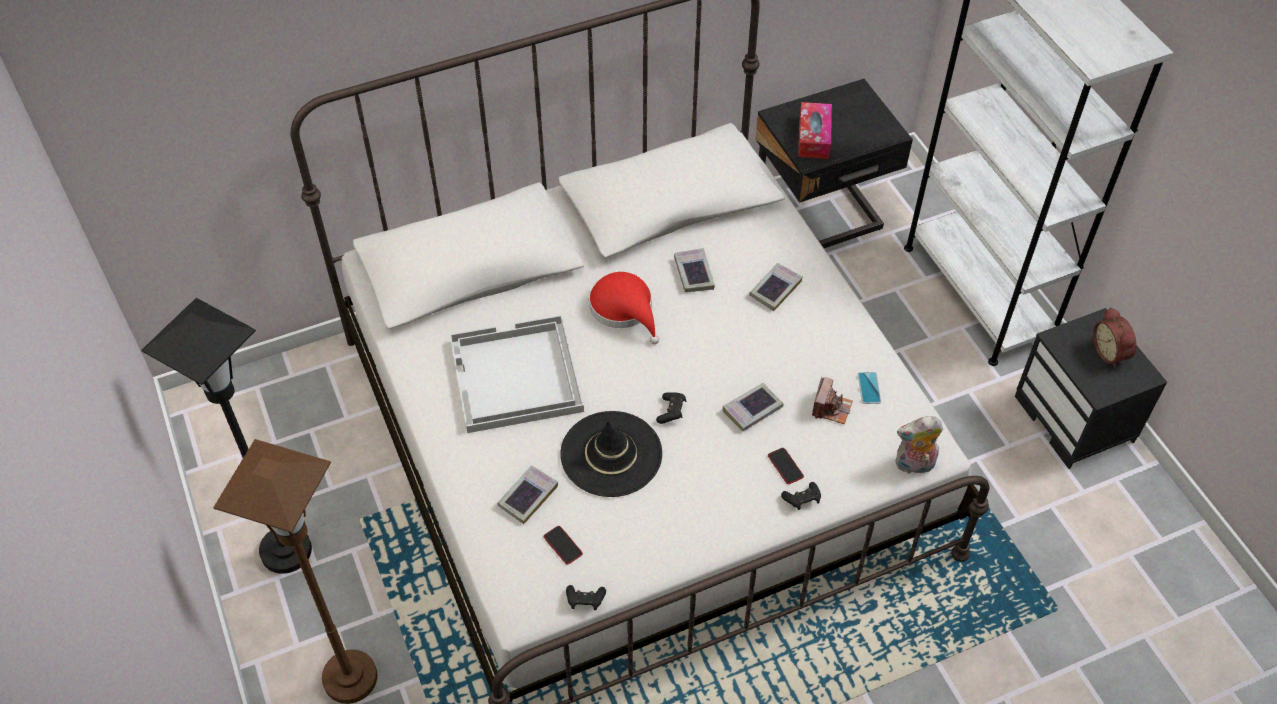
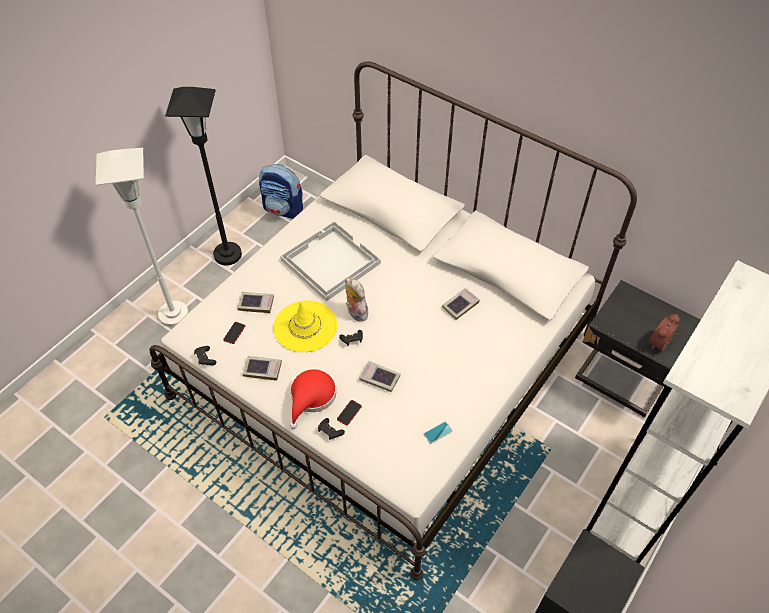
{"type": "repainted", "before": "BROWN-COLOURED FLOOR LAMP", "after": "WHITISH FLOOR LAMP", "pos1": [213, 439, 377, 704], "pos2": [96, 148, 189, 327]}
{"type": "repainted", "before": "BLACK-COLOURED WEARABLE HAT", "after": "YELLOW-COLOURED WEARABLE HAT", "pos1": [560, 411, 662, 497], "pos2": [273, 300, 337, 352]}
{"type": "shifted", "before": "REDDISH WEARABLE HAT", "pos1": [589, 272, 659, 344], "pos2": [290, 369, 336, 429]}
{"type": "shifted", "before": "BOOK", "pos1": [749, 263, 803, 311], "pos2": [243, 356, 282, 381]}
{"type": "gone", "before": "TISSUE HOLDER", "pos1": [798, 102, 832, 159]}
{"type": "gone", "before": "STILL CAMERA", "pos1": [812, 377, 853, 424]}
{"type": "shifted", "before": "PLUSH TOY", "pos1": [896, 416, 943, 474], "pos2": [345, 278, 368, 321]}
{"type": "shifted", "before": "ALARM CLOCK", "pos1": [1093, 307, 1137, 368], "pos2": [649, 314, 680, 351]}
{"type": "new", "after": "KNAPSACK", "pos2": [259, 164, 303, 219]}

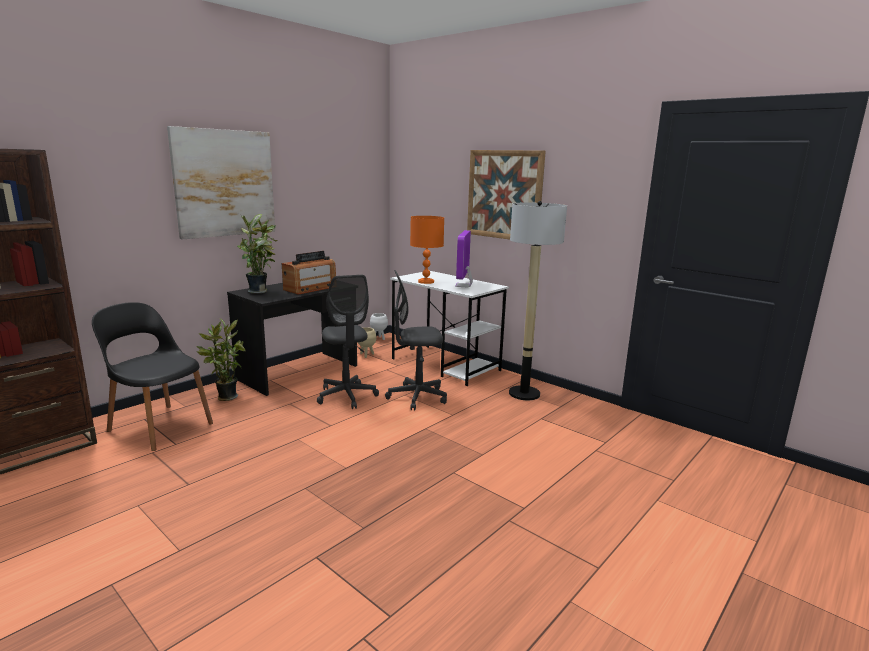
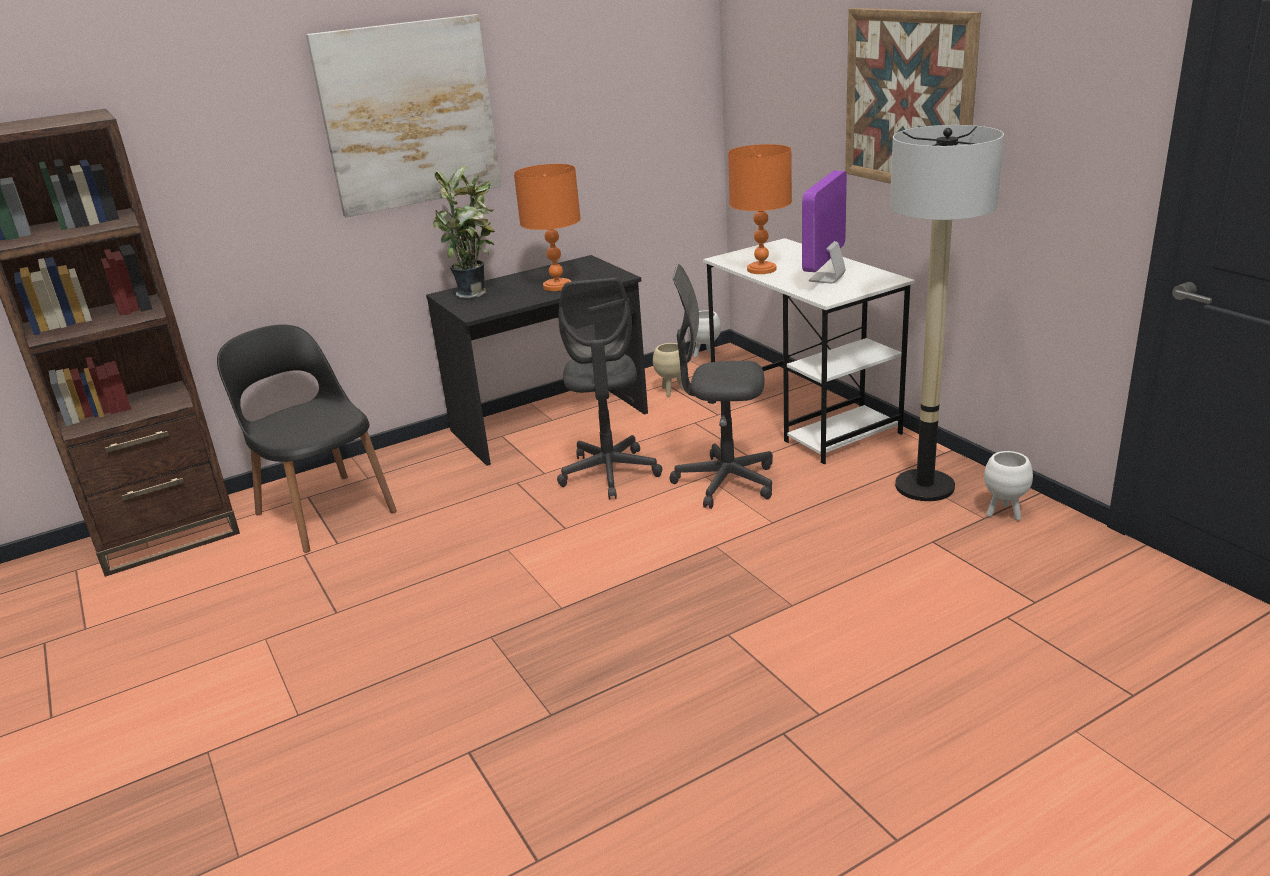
{"type": "gone", "before": "POTTED PLANT", "pos1": [196, 319, 245, 401]}
{"type": "swapped", "before": "RADIO", "after": "ORANGEY LAMP FOR A TABLE", "pos1": [282, 251, 336, 295], "pos2": [514, 164, 581, 291]}
{"type": "new", "after": "WHITISH PLANT POT", "pos2": [984, 451, 1033, 520]}

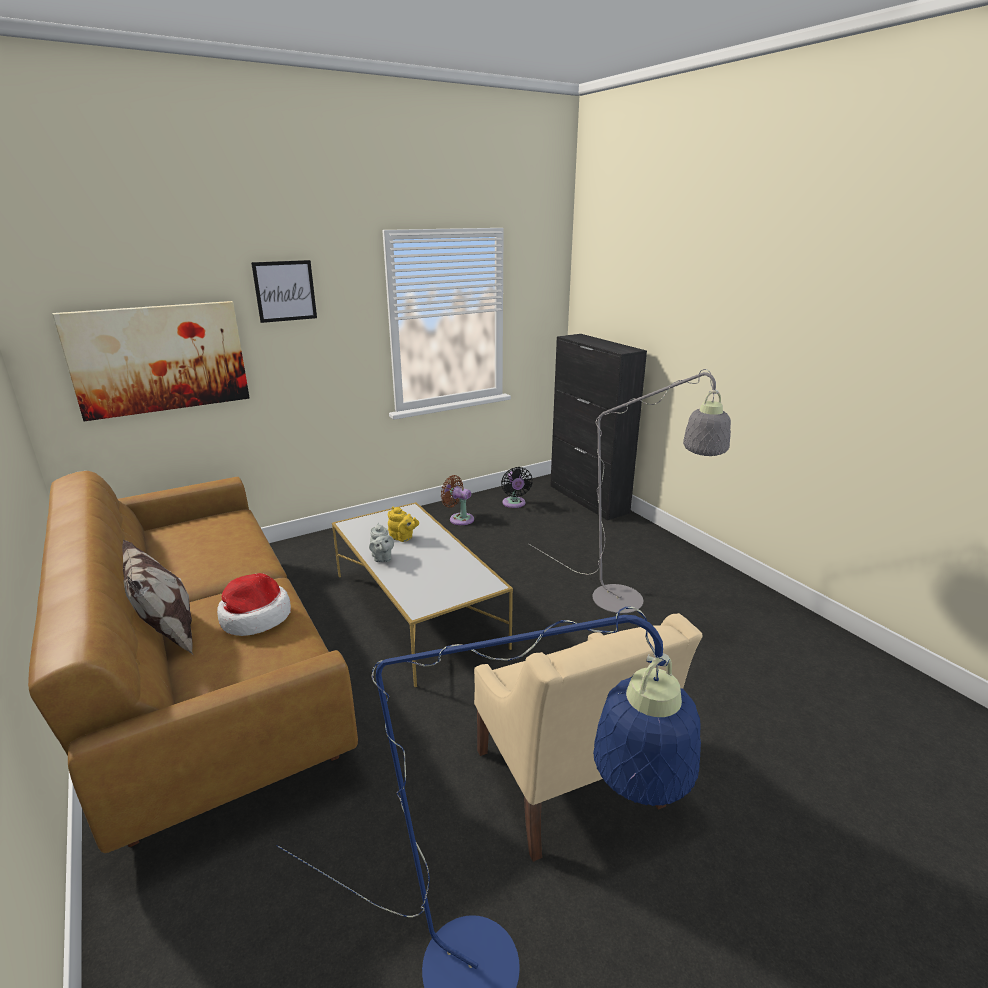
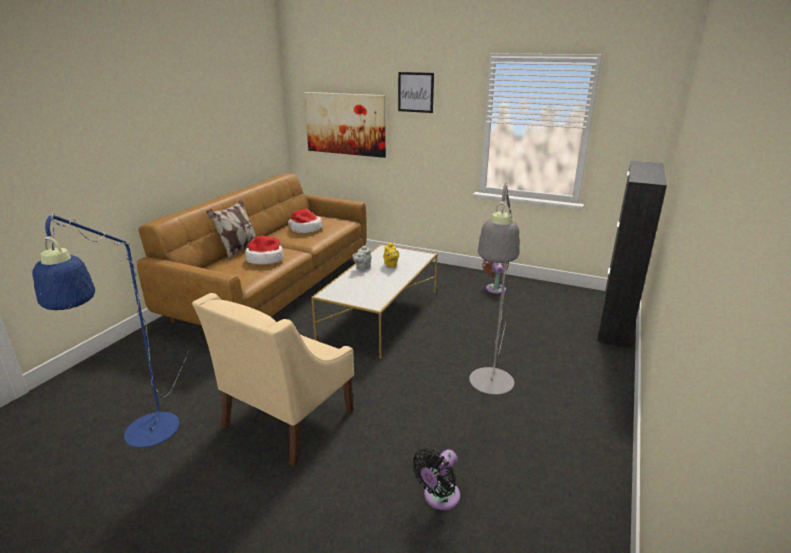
{"type": "shifted", "before": "BLACK-COLOURED ELECTRIC FAN", "pos1": [501, 467, 533, 508], "pos2": [412, 448, 460, 510]}
{"type": "new", "after": "WEARABLE HAT", "pos2": [288, 209, 323, 233]}

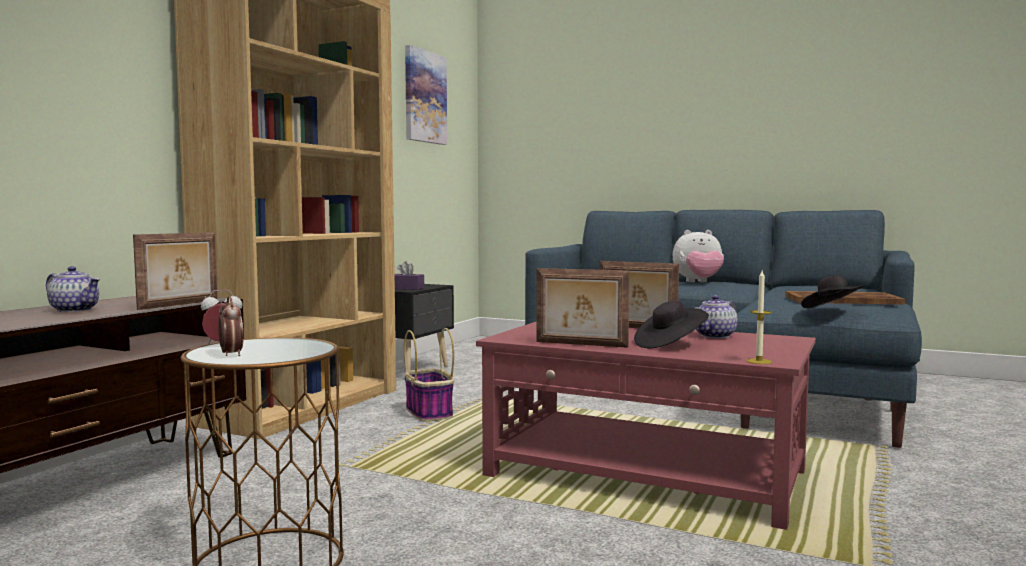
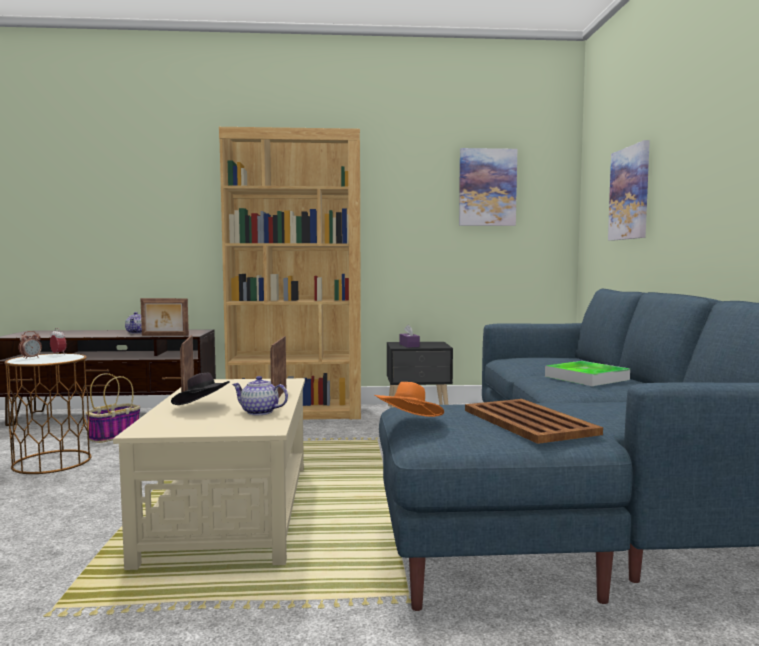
{"type": "shifted", "before": "HOUSEHOLD BASKET", "pos1": [404, 328, 454, 422], "pos2": [86, 373, 140, 443]}
{"type": "repainted", "before": "REDDISH LOW TABLE", "after": "BEIGE LOW TABLE", "pos1": [476, 322, 816, 530], "pos2": [113, 378, 305, 570]}
{"type": "swapped", "before": "PLUSH TOY", "after": "SERVING TRAY", "pos1": [673, 230, 724, 282], "pos2": [545, 361, 630, 386]}
{"type": "gone", "before": "WAX CANDLE", "pos1": [746, 271, 772, 364]}
{"type": "repainted", "before": "BLACK-COLOURED WEARABLE HAT", "after": "ORANGEY WEARABLE HAT", "pos1": [801, 275, 864, 308], "pos2": [374, 382, 444, 417]}
{"type": "new", "after": "WALL PICTURE", "pos2": [608, 140, 650, 241]}

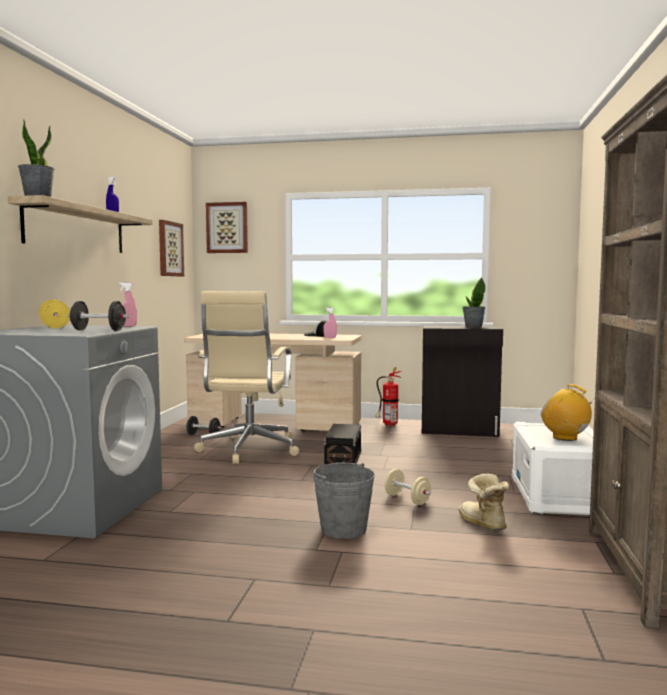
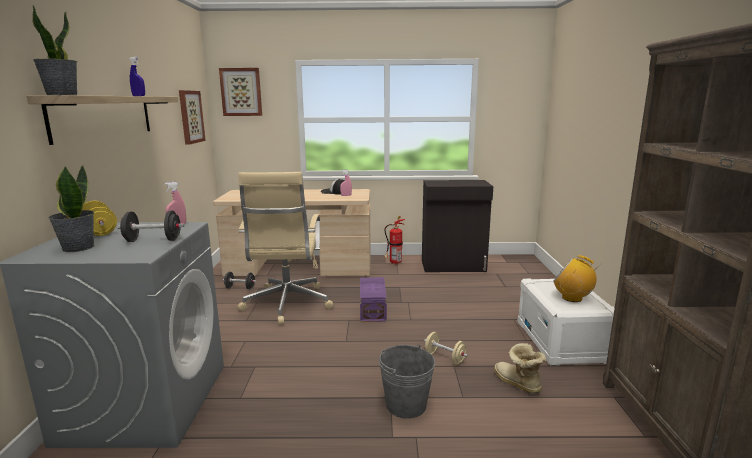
{"type": "repainted", "before": "BLACK-COLOURED STORAGE CONTAINER", "after": "PURPLE-COLOURED STORAGE CONTAINER", "pos1": [324, 424, 361, 466], "pos2": [360, 277, 387, 322]}
{"type": "shifted", "before": "POTTED PLANT", "pos1": [463, 277, 485, 328], "pos2": [48, 165, 94, 252]}

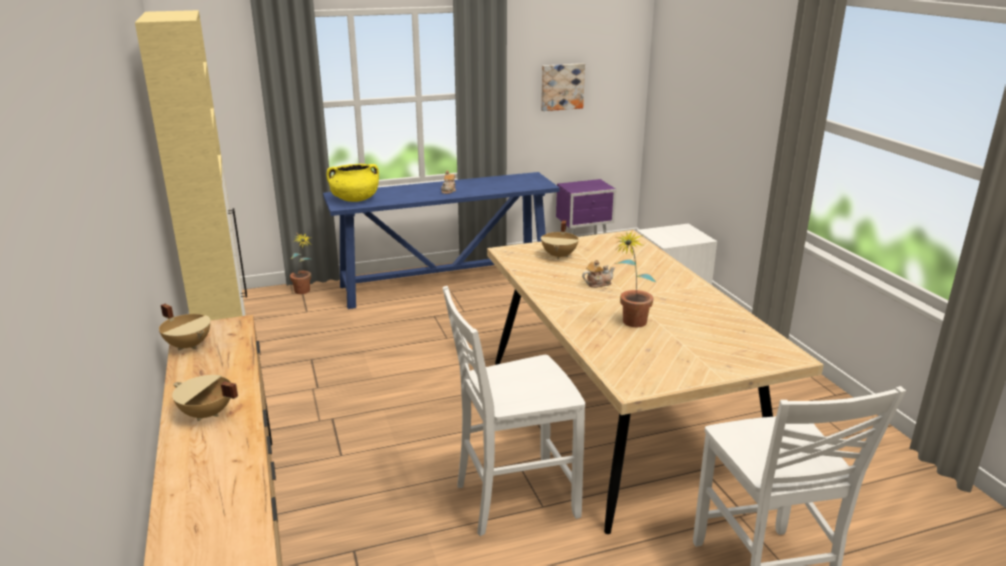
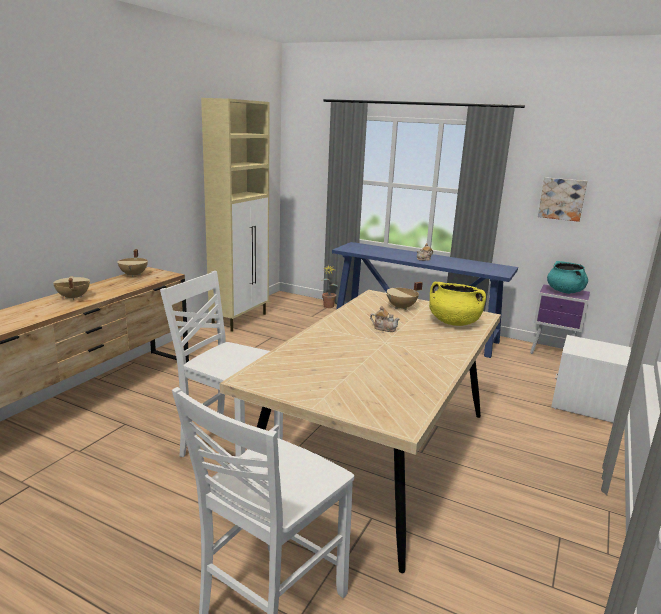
{"type": "shifted", "before": "YELLOW-COLOURED STOCKPOT", "pos1": [326, 164, 379, 202], "pos2": [429, 282, 486, 326]}
{"type": "gone", "before": "POTTED PLANT", "pos1": [615, 229, 656, 327]}
{"type": "new", "after": "TURQUOISE STOCKPOT", "pos2": [547, 261, 588, 294]}

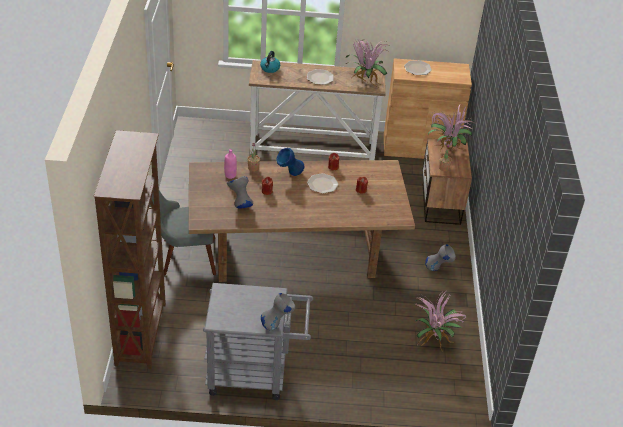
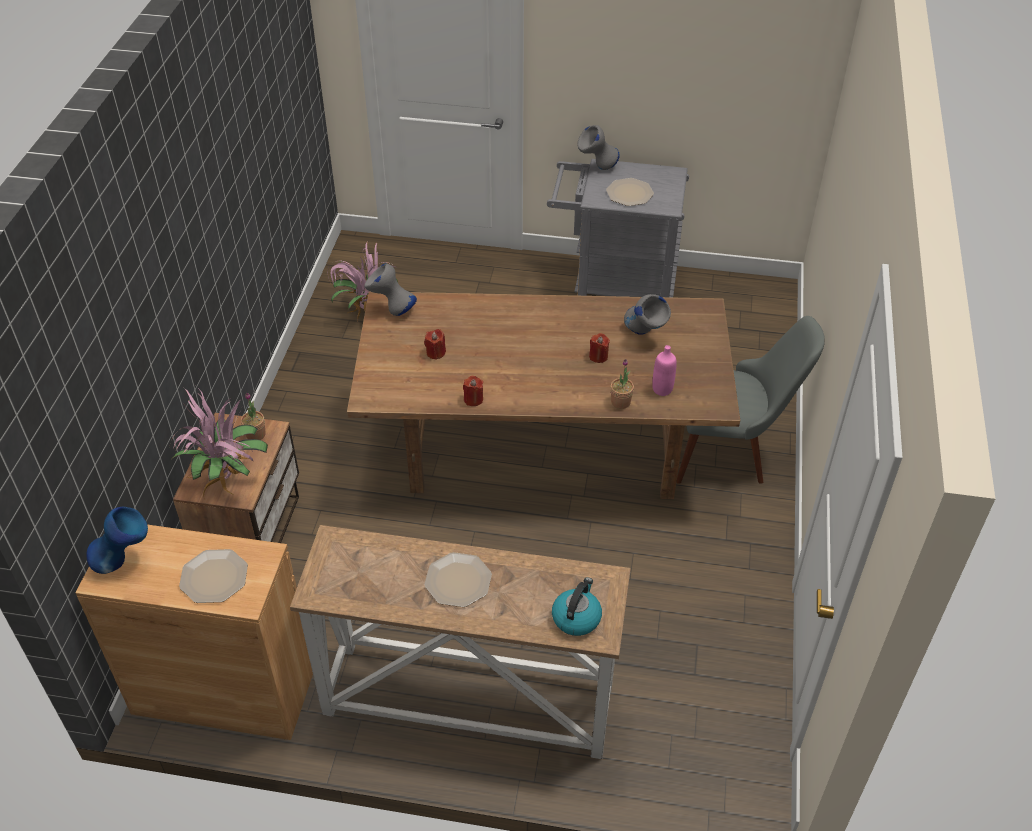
{"type": "gone", "before": "BROWN-COLOURED BOOKSHELF", "pos1": [93, 130, 166, 369]}
{"type": "shifted", "before": "BLUE VASE", "pos1": [276, 148, 304, 176], "pos2": [87, 507, 148, 574]}
{"type": "shifted", "before": "PLATE", "pos1": [307, 173, 339, 194], "pos2": [606, 178, 654, 206]}
{"type": "gone", "before": "POTTED PLANT", "pos1": [346, 40, 389, 87]}
{"type": "shifted", "before": "GREY VASE", "pos1": [425, 244, 456, 271], "pos2": [365, 264, 417, 316]}

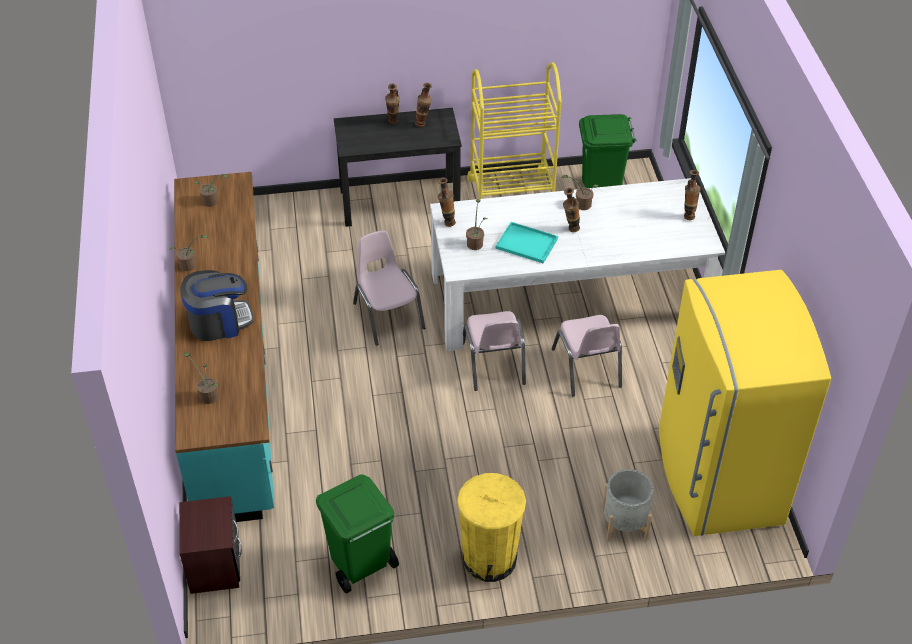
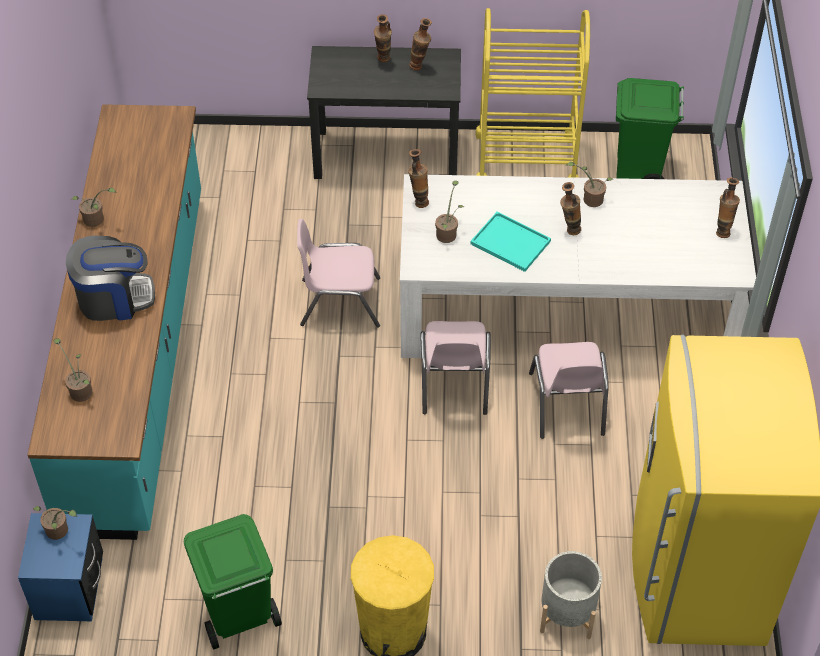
{"type": "repainted", "before": "BROWN-COLOURED NIGHTSTAND", "after": "BLUE NIGHTSTAND", "pos1": [179, 496, 242, 594], "pos2": [18, 513, 103, 621]}
{"type": "shifted", "before": "POTTED PLANT", "pos1": [193, 174, 229, 207], "pos2": [33, 506, 77, 540]}
{"type": "rotated", "before": "PINK UPRIGHT CHAIR", "pos1": [353, 230, 425, 345], "pos2": [297, 219, 380, 328], "turn": -75}

